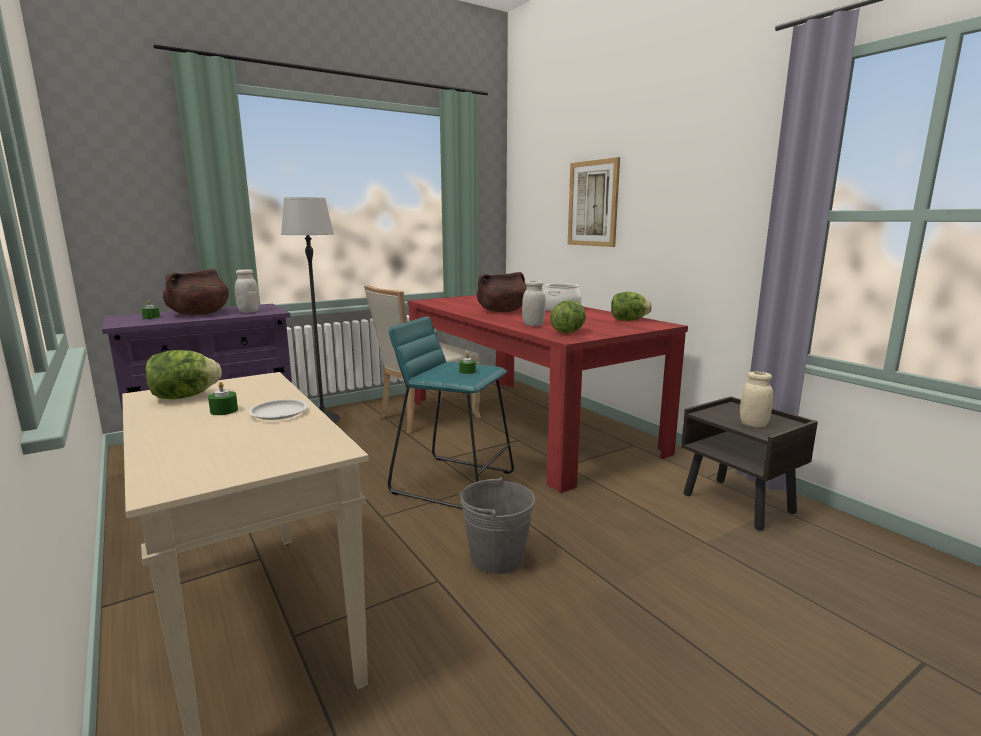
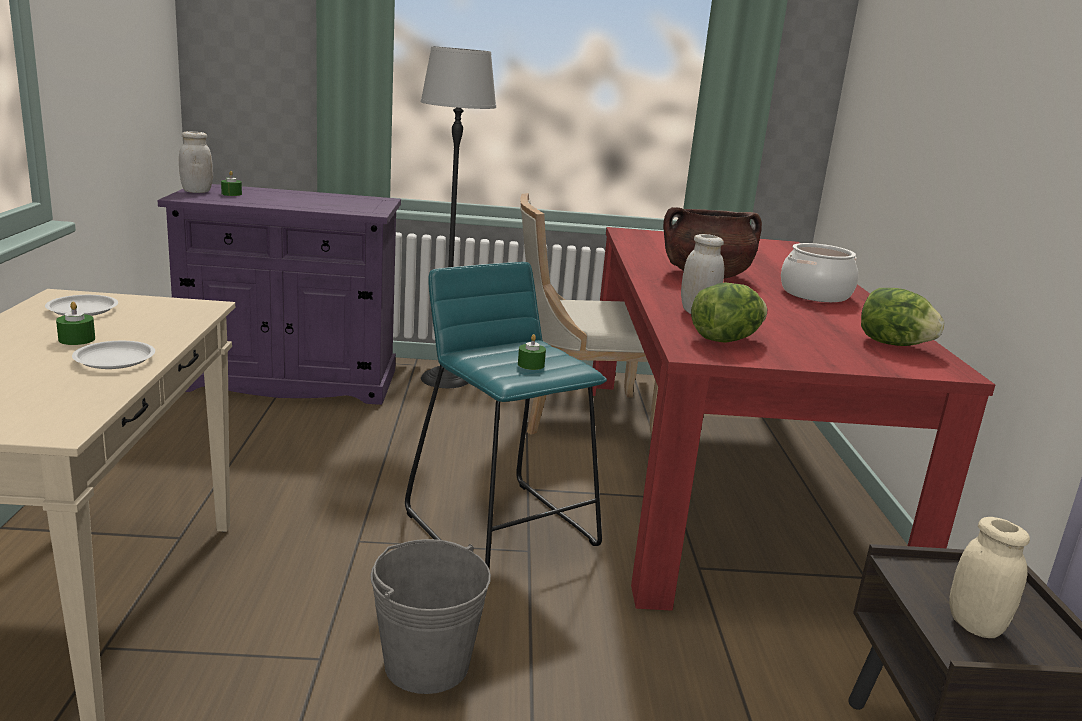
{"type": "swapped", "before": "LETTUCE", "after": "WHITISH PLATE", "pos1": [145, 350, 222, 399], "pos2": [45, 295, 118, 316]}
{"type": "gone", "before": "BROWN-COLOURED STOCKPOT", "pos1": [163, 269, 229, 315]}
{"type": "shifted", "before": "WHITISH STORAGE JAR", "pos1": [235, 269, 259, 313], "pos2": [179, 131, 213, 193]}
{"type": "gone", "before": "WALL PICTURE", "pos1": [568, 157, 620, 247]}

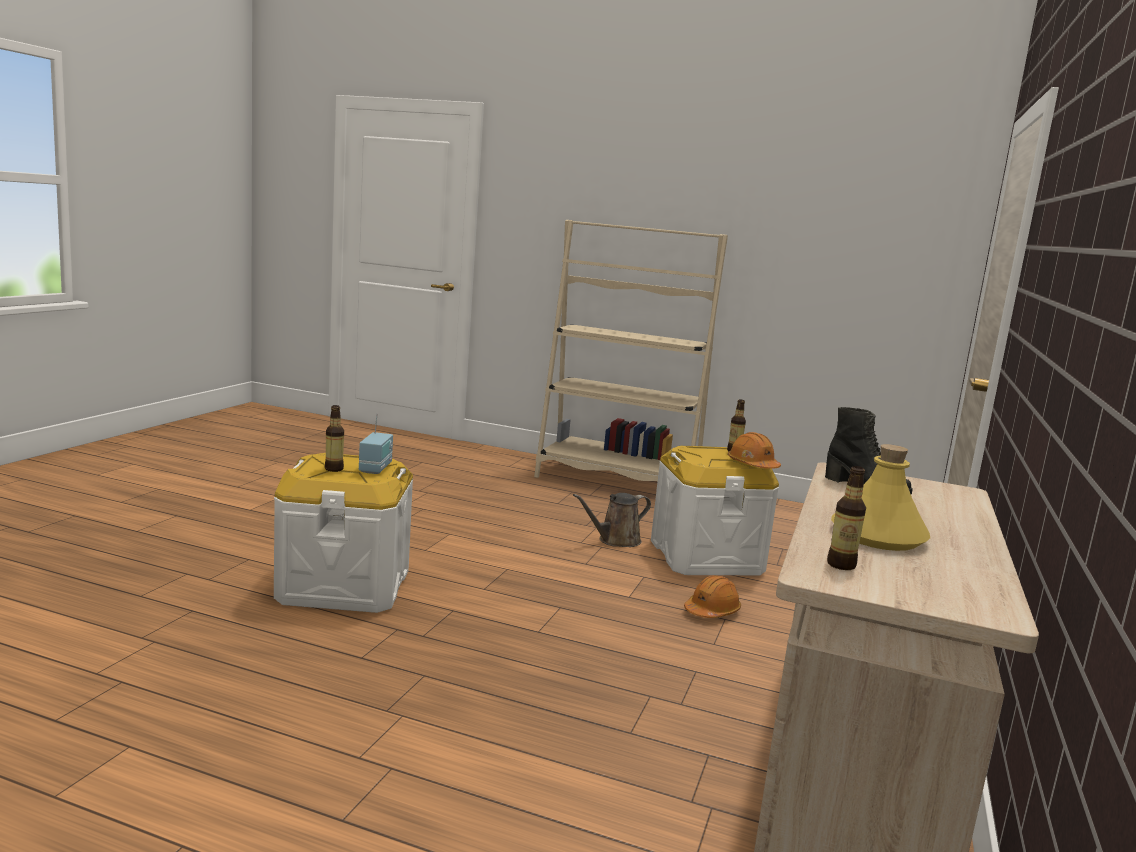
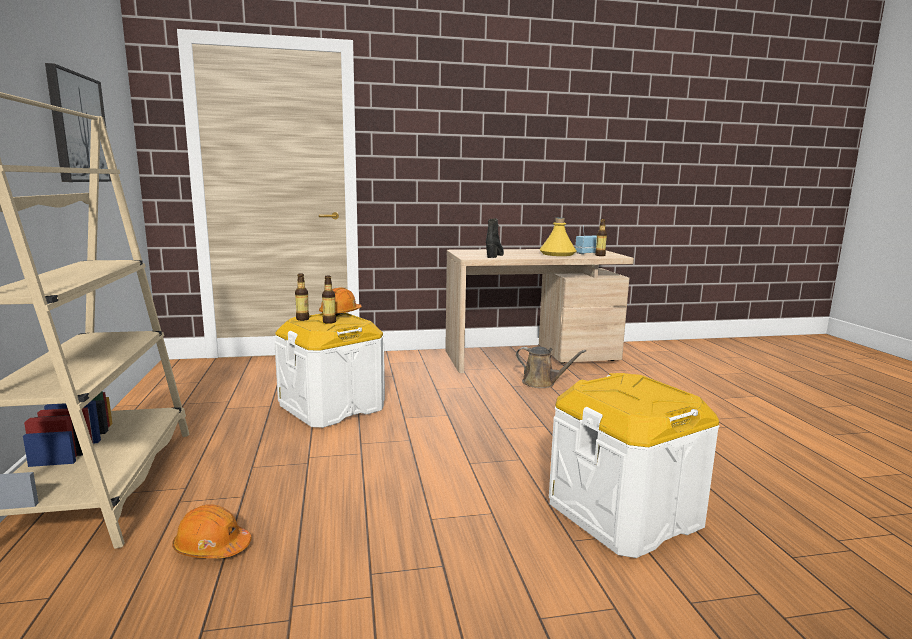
{"type": "shifted", "before": "BEVERAGE BOTTLE", "pos1": [325, 405, 344, 472], "pos2": [322, 276, 336, 324]}
{"type": "shifted", "before": "RADIO", "pos1": [359, 414, 393, 474], "pos2": [575, 226, 597, 254]}
{"type": "shifted", "before": "BROWN-COLOURED WATERING POT", "pos1": [573, 493, 651, 547], "pos2": [516, 347, 586, 388]}
{"type": "shifted", "before": "ORANGEY WORK HELMET", "pos1": [684, 575, 741, 618], "pos2": [172, 504, 251, 558]}
{"type": "new", "after": "WALL PICTURE", "pos2": [45, 63, 112, 182]}

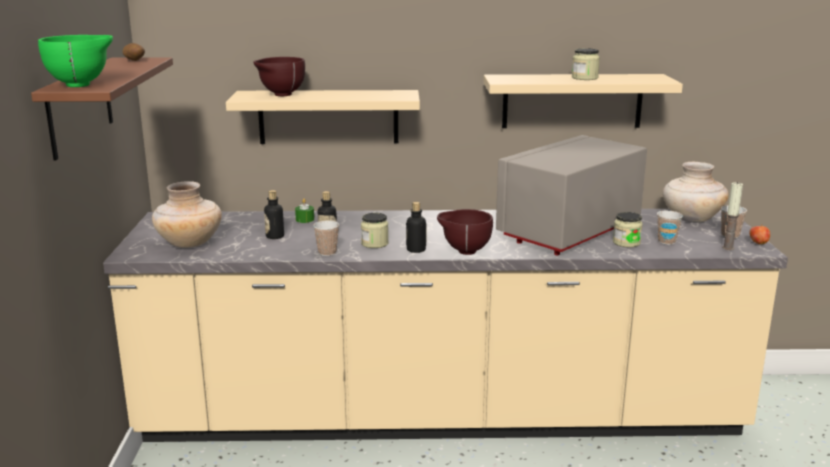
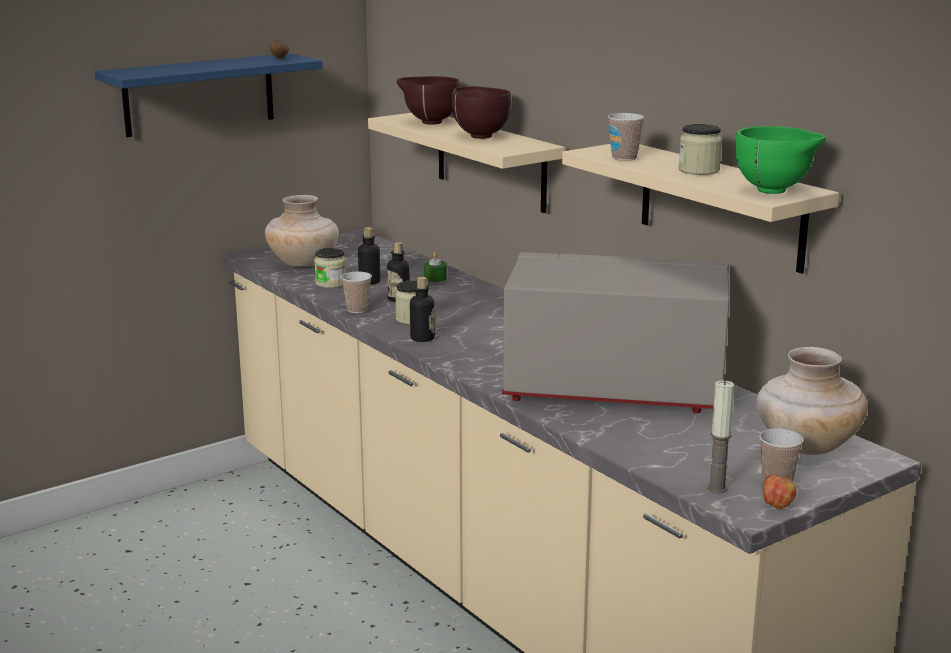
{"type": "repainted", "before": "BROWN-COLOURED SHELF", "after": "BLUE SHELF", "pos1": [31, 57, 173, 160], "pos2": [95, 53, 323, 137]}
{"type": "shifted", "before": "GREEN BOWL", "pos1": [38, 35, 113, 87], "pos2": [735, 126, 826, 194]}
{"type": "shifted", "before": "BROWN-COLOURED BOWL", "pos1": [437, 209, 493, 255], "pos2": [452, 86, 511, 139]}
{"type": "shifted", "before": "STORAGE JAR", "pos1": [613, 212, 643, 247], "pos2": [314, 248, 346, 288]}
{"type": "shifted", "before": "SMALL CUP", "pos1": [657, 211, 683, 245], "pos2": [608, 113, 644, 161]}

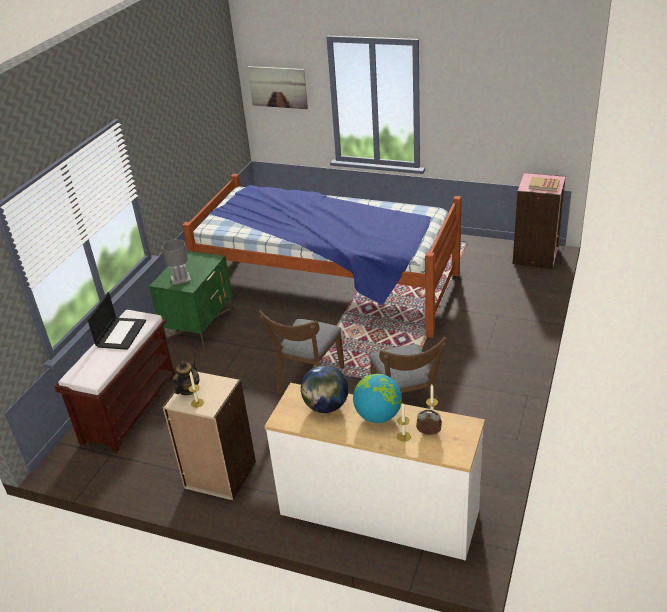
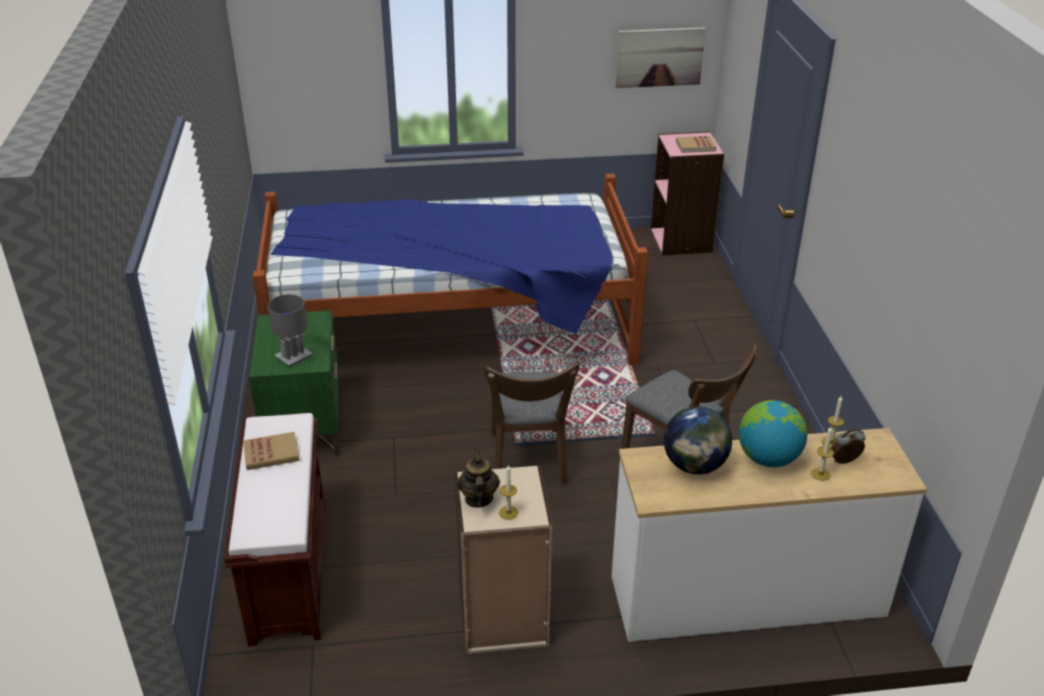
{"type": "swapped", "before": "NOTEBOOK COMPUTER", "after": "BOOK", "pos1": [87, 292, 146, 350], "pos2": [243, 432, 300, 470]}
{"type": "shifted", "before": "WALL PICTURE", "pos1": [247, 66, 308, 109], "pos2": [615, 27, 706, 88]}

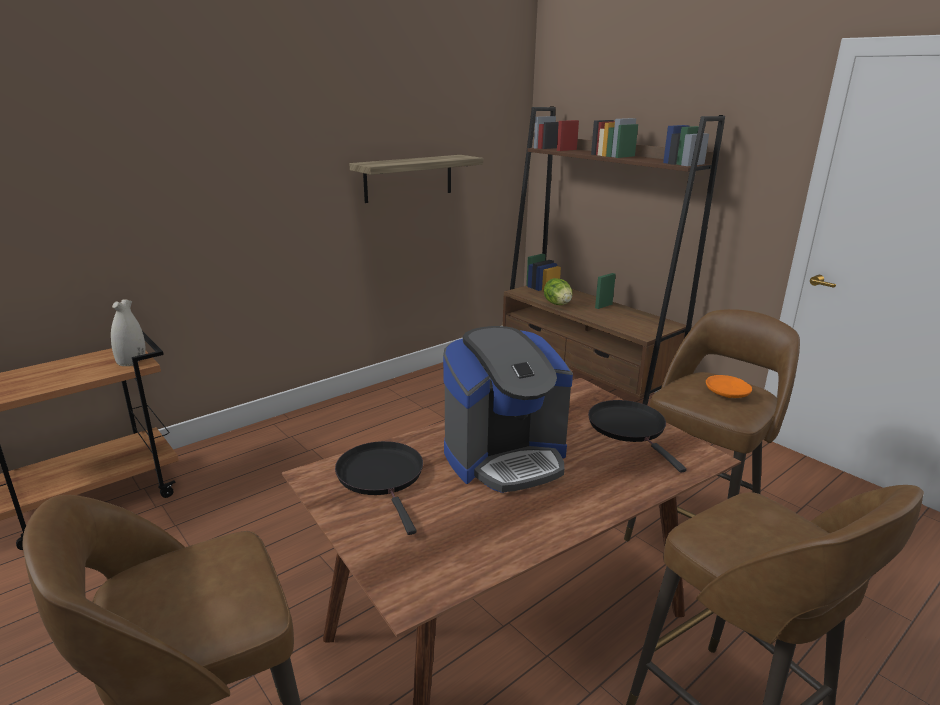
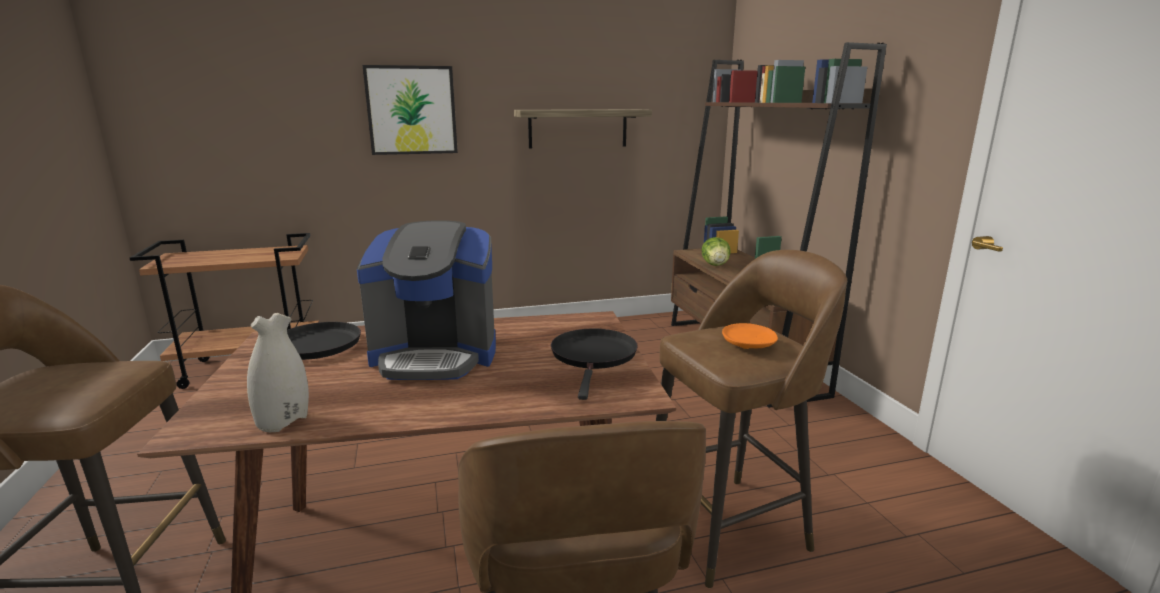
{"type": "shifted", "before": "WHITISH VASE", "pos1": [111, 299, 146, 366], "pos2": [247, 313, 309, 432]}
{"type": "new", "after": "WALL PICTURE", "pos2": [363, 65, 458, 155]}

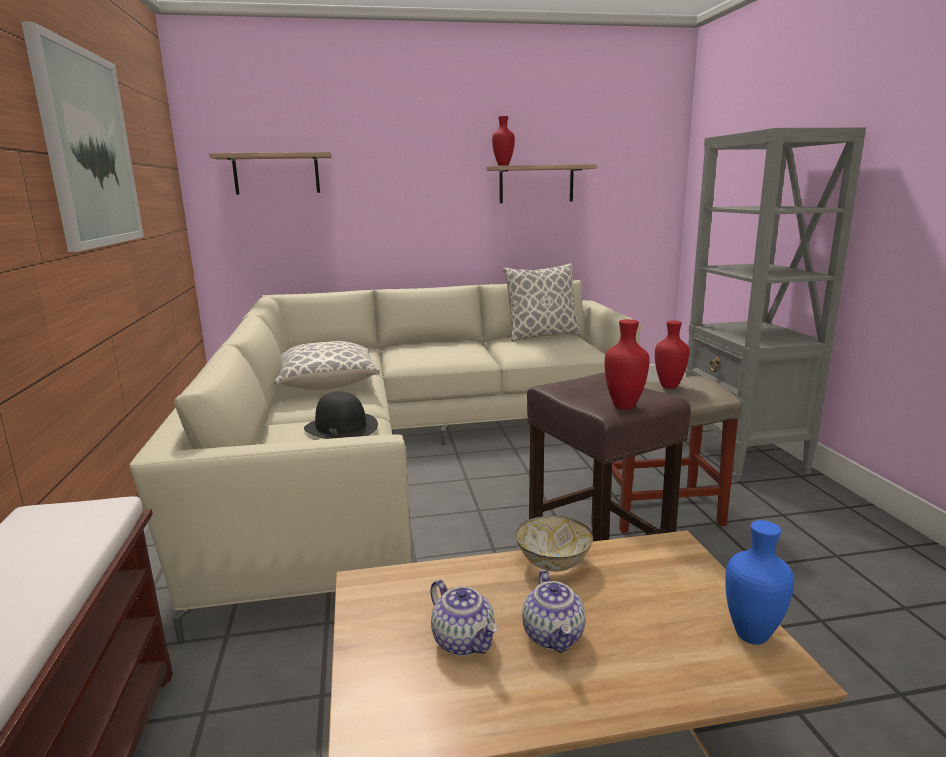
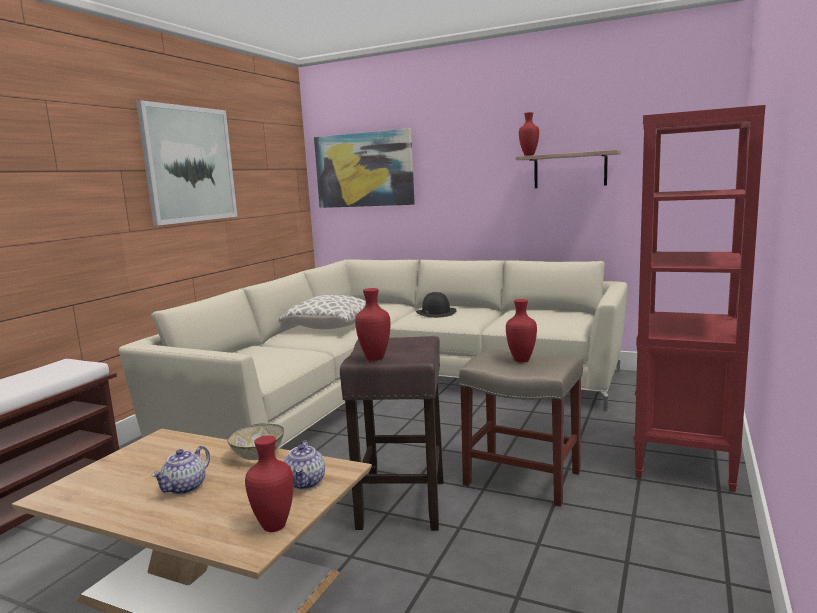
{"type": "swapped", "before": "SHELF", "after": "WALL PICTURE", "pos1": [209, 152, 331, 194], "pos2": [314, 129, 415, 208]}
{"type": "shifted", "before": "BLACK-COLOURED WEARABLE HAT", "pos1": [304, 392, 378, 439], "pos2": [416, 292, 457, 318]}
{"type": "shifted", "before": "TEA POT", "pos1": [430, 580, 498, 656], "pos2": [283, 440, 325, 490]}
{"type": "gone", "before": "THROW PILLOW", "pos1": [503, 264, 581, 342]}
{"type": "repainted", "before": "GREY BOOKSHELF", "after": "REDDISH BOOKSHELF", "pos1": [685, 127, 866, 481], "pos2": [634, 105, 766, 492]}
{"type": "repainted", "before": "BLUE VASE", "after": "REDDISH VASE", "pos1": [725, 520, 794, 645], "pos2": [245, 435, 293, 532]}

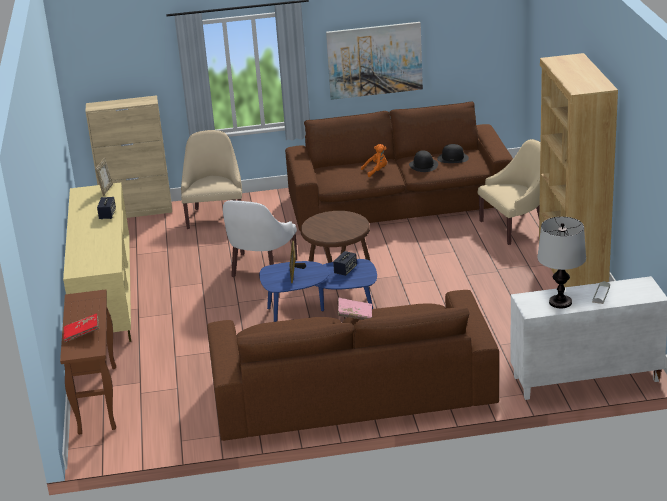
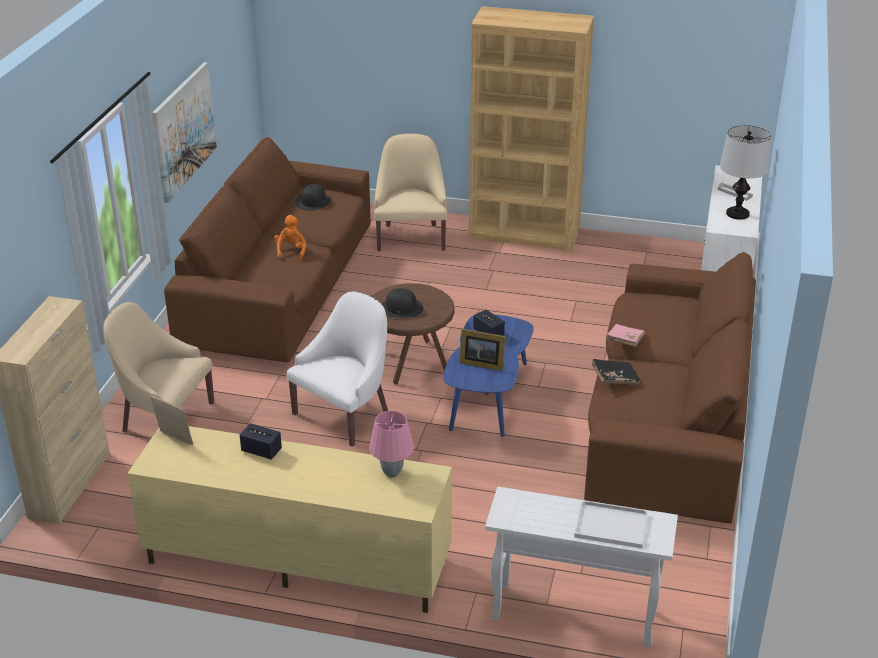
{"type": "repainted", "before": "BROWN-COLOURED HALL TABLE", "after": "WHITISH HALL TABLE", "pos1": [60, 289, 116, 434], "pos2": [485, 487, 678, 647]}
{"type": "swapped", "before": "REDDISH BOOK", "after": "WHITISH SERVING TRAY", "pos1": [63, 314, 99, 342], "pos2": [574, 500, 648, 548]}
{"type": "rotated", "before": "WHITISH LOUNGE CHAIR", "pos1": [223, 200, 297, 277], "pos2": [287, 292, 388, 447], "turn": -90}
{"type": "shifted", "before": "BLACK-COLOURED WEARABLE HAT", "pos1": [409, 150, 438, 172], "pos2": [382, 288, 423, 318]}
{"type": "new", "after": "PINK LAMP FOR A TABLE", "pos2": [369, 411, 414, 478]}
{"type": "new", "after": "BLACK-COLOURED BOOK", "pos2": [591, 359, 640, 385]}

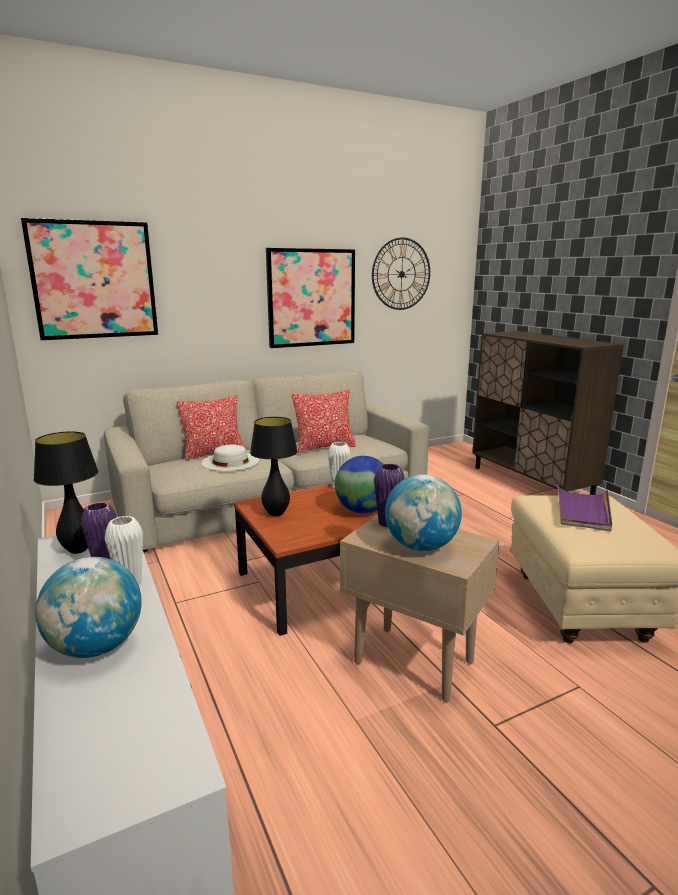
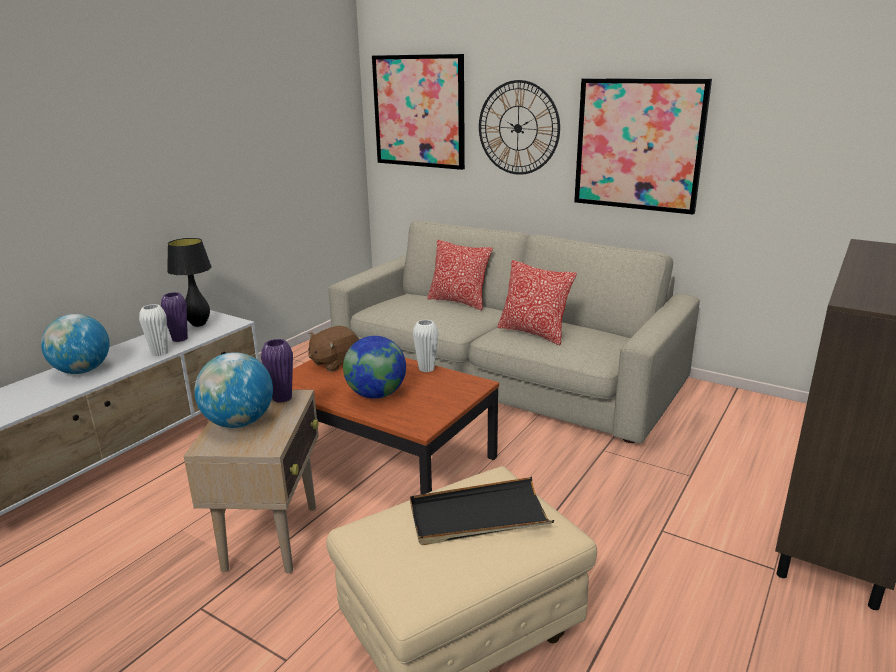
{"type": "gone", "before": "WHITISH WEARABLE HAT", "pos1": [201, 444, 259, 471]}
{"type": "swapped", "before": "BLACK-COLOURED LAMP FOR A TABLE", "after": "BROWN-COLOURED PLUSH TOY", "pos1": [250, 417, 298, 516], "pos2": [308, 326, 359, 372]}
{"type": "shifted", "before": "CLOCK ON THE WALL", "pos1": [372, 237, 430, 310], "pos2": [479, 80, 560, 175]}
{"type": "repainted", "before": "PURPLE-COLOURED SERVING TRAY", "after": "BLACK-COLOURED SERVING TRAY", "pos1": [557, 484, 612, 531], "pos2": [410, 477, 554, 545]}

